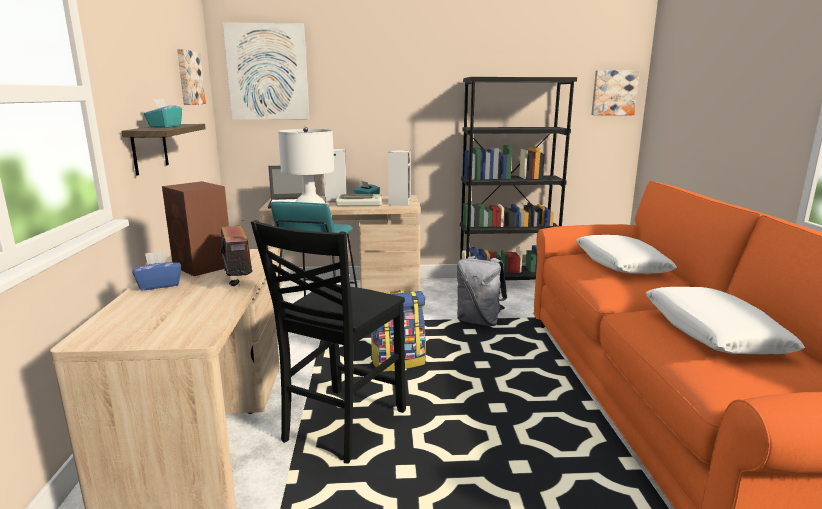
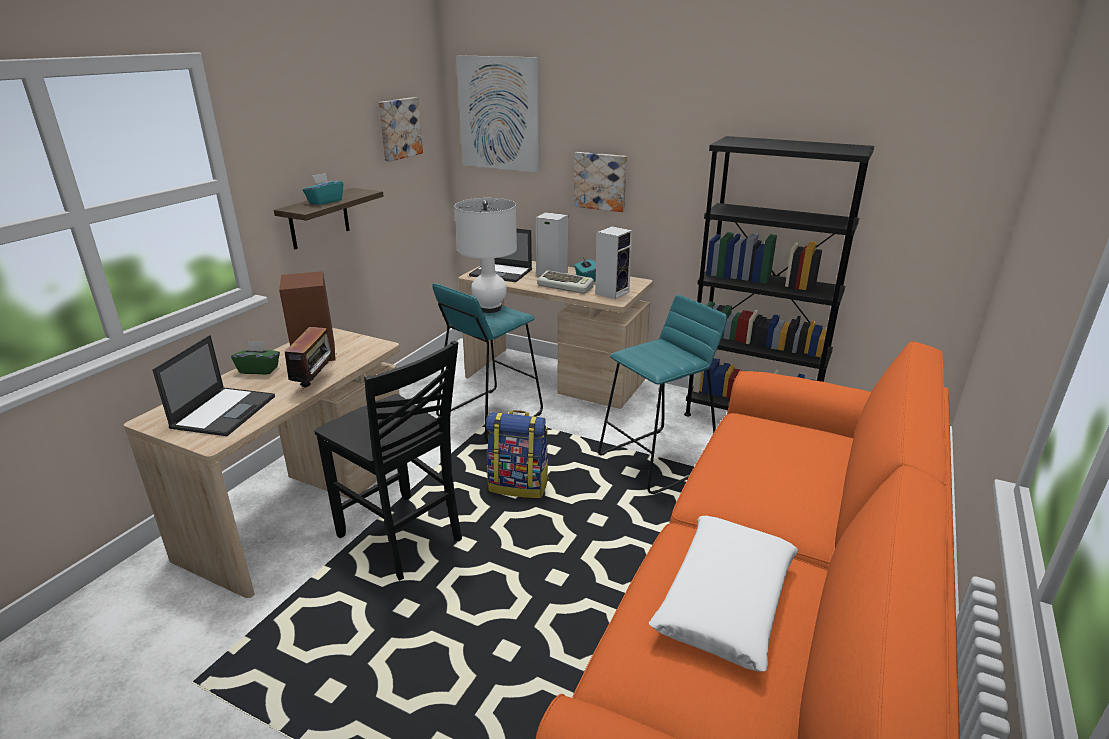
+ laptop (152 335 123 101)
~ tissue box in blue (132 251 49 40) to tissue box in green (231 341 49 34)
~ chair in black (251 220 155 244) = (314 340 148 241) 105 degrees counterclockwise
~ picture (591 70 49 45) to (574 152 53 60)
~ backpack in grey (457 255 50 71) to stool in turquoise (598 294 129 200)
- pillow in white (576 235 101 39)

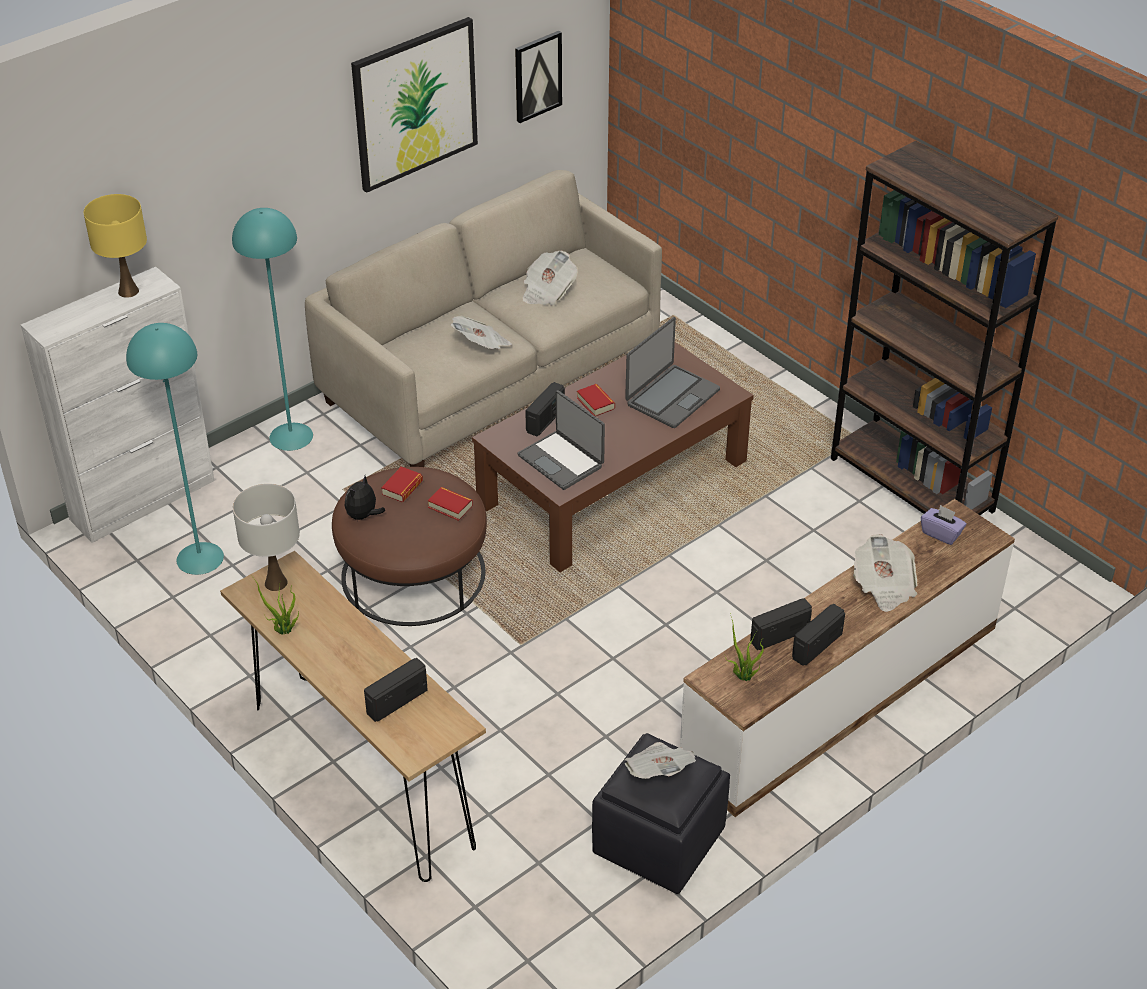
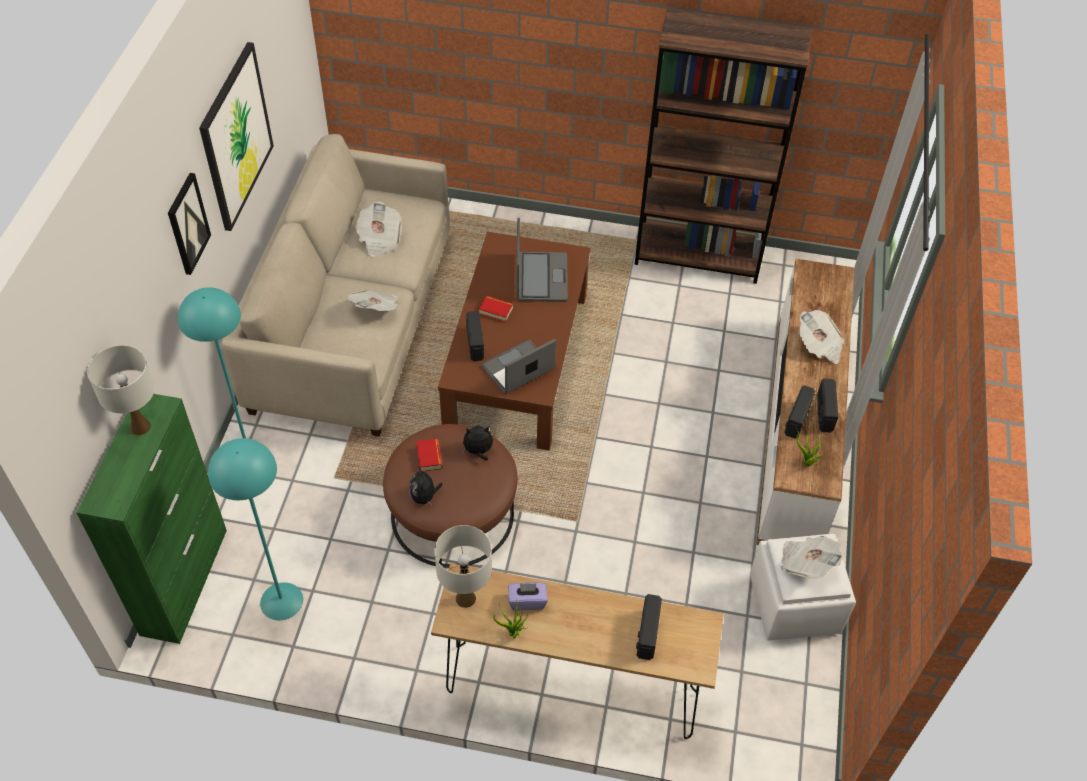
~ cabinet in white (21 267 194 276) to cabinet in green (76 394 151 250)
~ table lamp in yellow (84 194 63 104) to table lamp in white (87 345 68 90)
~ picture (515 31 47 92) to (168 173 43 102)
~ book (428 487 45 34) to plush toy (462 426 31 35)
~ laptop (517 390 88 100) = (481 339 75 55) 135 degrees clockwise
~ tissue box in purple (921 505 46 40) to (508 582 40 28)
~ ottoman in black (592 733 138 161) to ottoman in white (750 533 106 108)

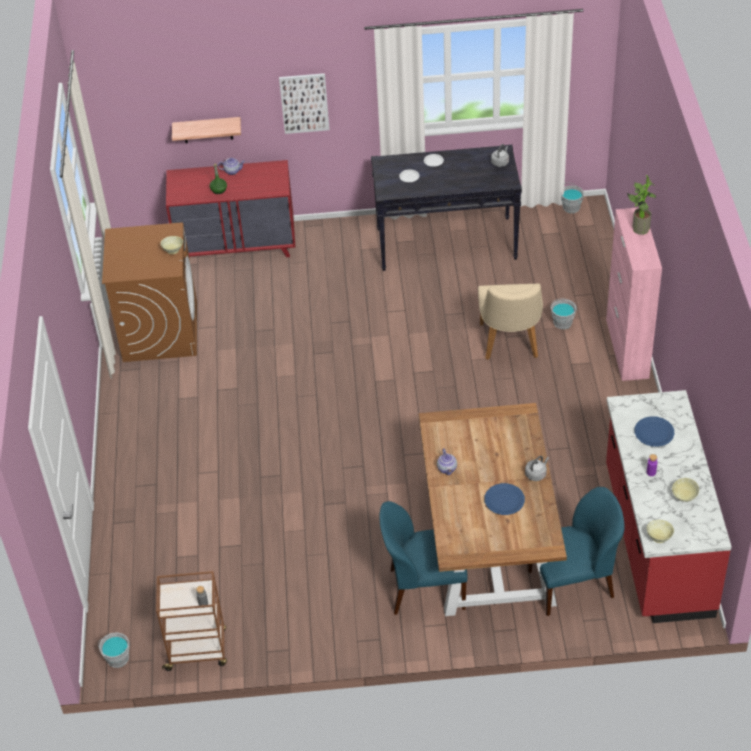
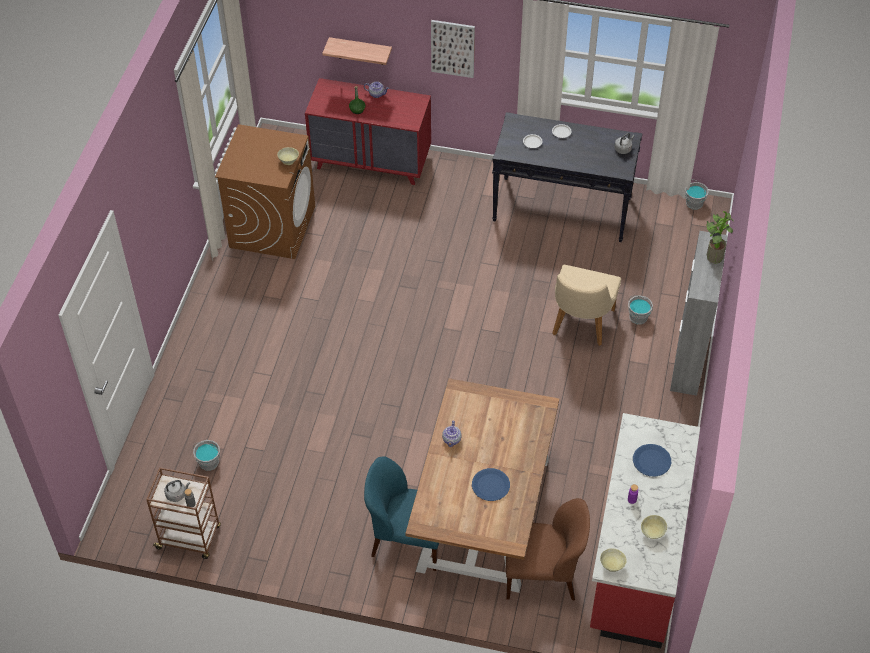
~ kettle in grey (525 456 24 25) to (164 480 26 22)
~ bucket in grey (98 632 32 36) to (193 440 27 31)
~ chair in blue (528 487 97 129) to chair in brown (506 498 84 102)
~ cabinet in pink (606 207 56 174) to cabinet in grey (670 231 58 165)

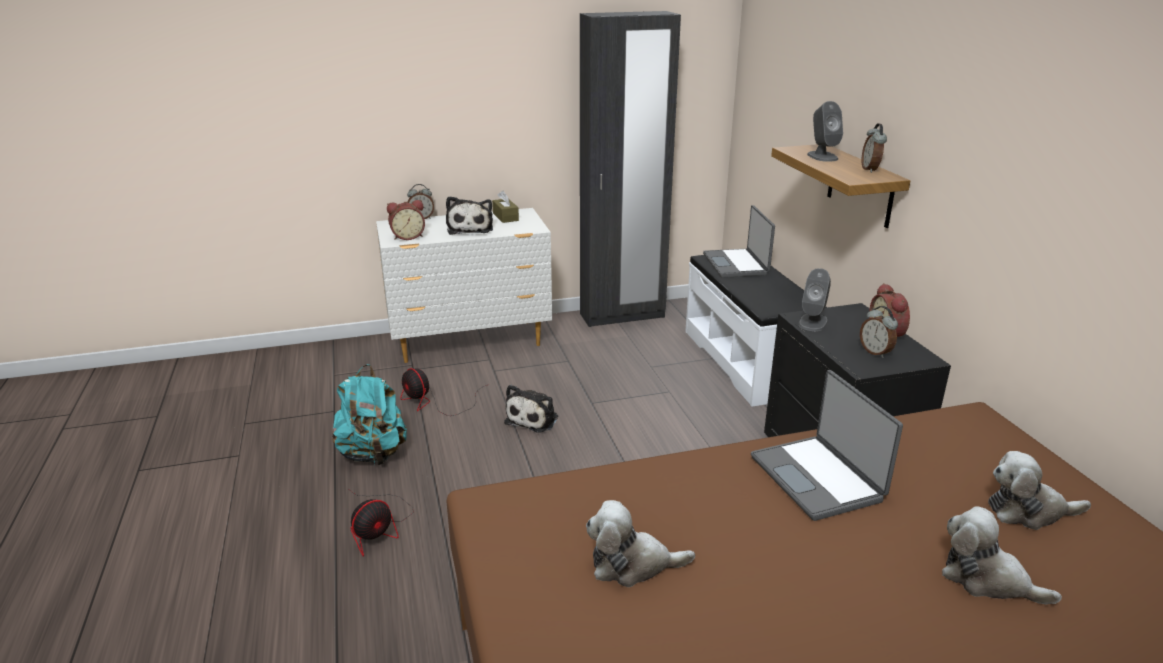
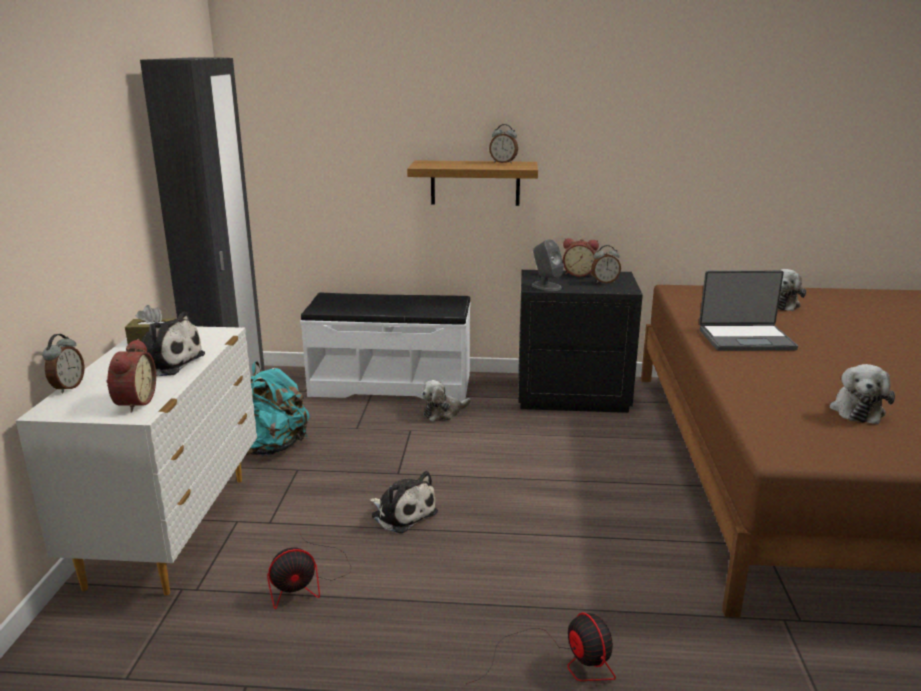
~ backpack in turquoise (332 364 75 101) to (246 361 64 95)
~ plush toy (942 506 120 99) to (421 380 50 42)
- laptop (703 205 72 73)
- speaker in grey (807 101 36 61)

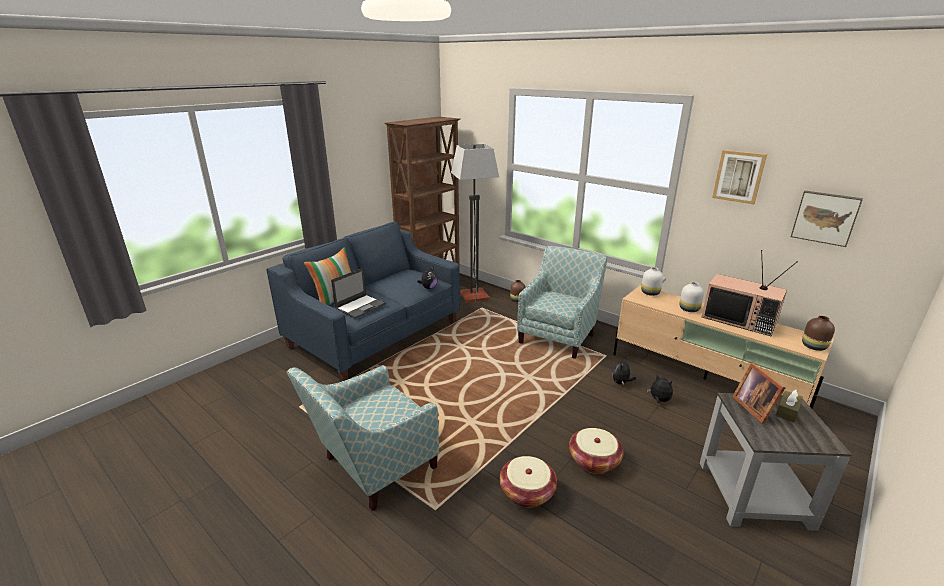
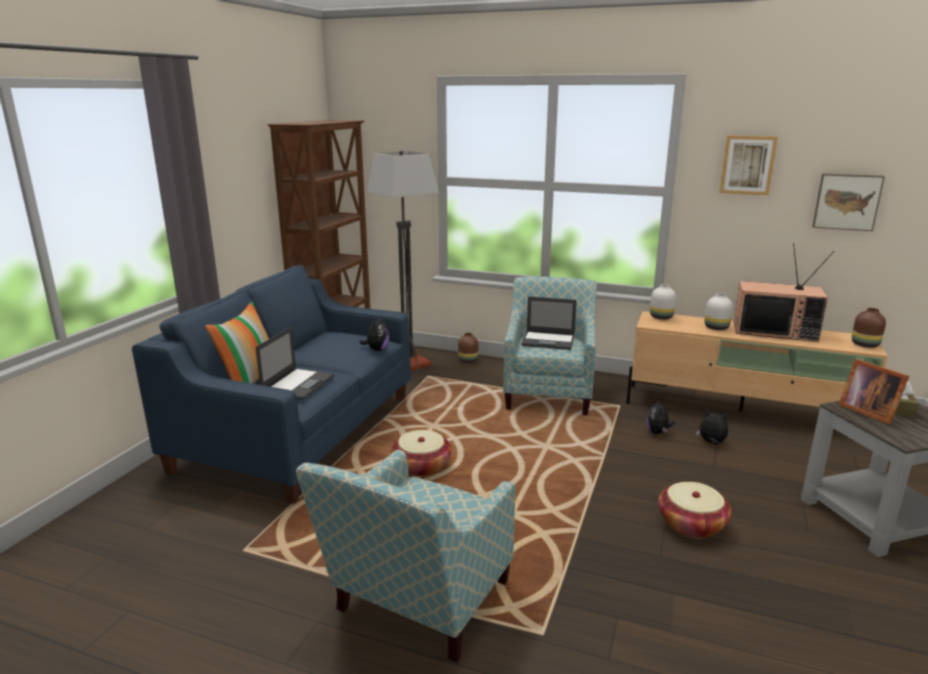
~ basket (500 456 57 52) to (391 430 60 46)
+ laptop (521 297 56 53)

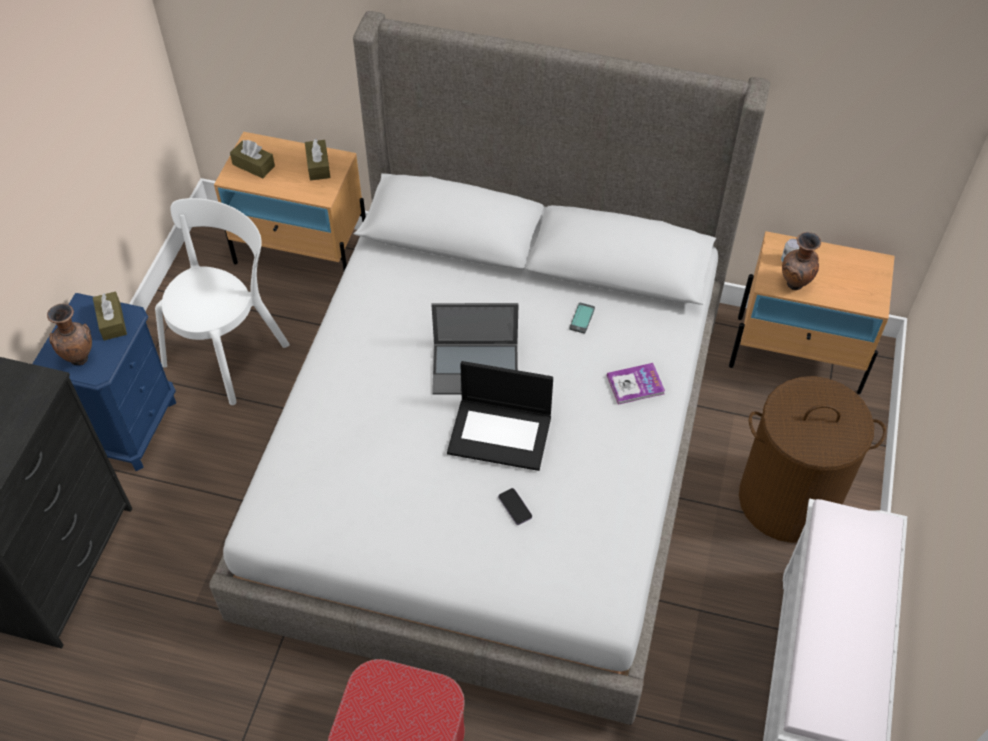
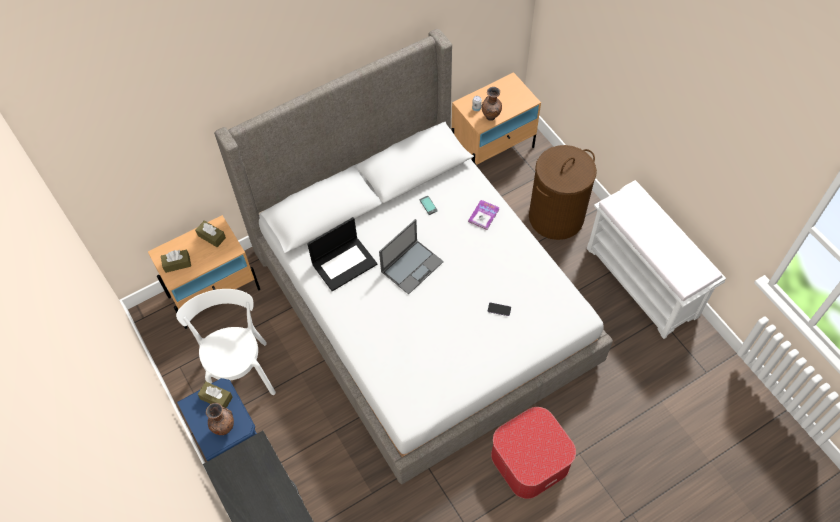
~ laptop (447 361 106 110) to (307 217 70 74)

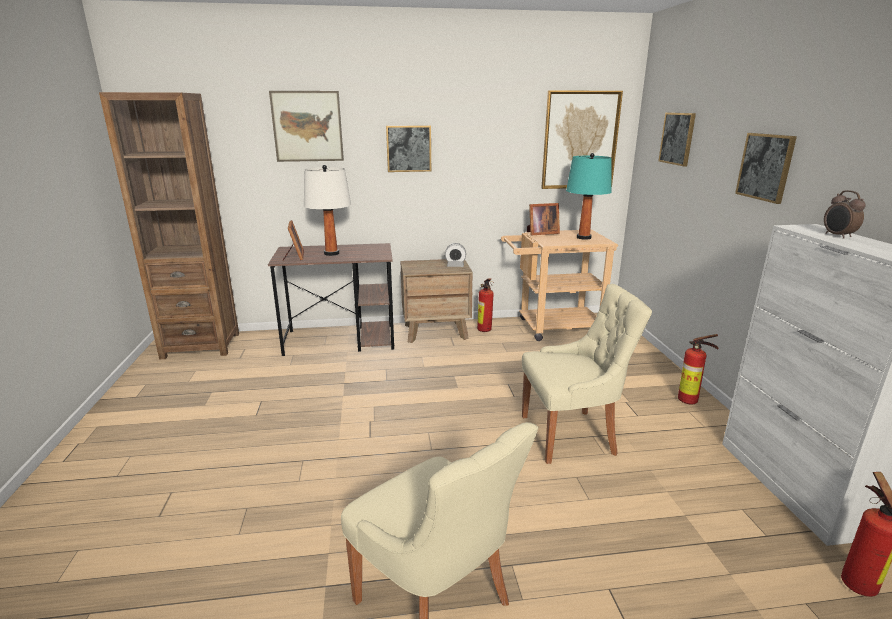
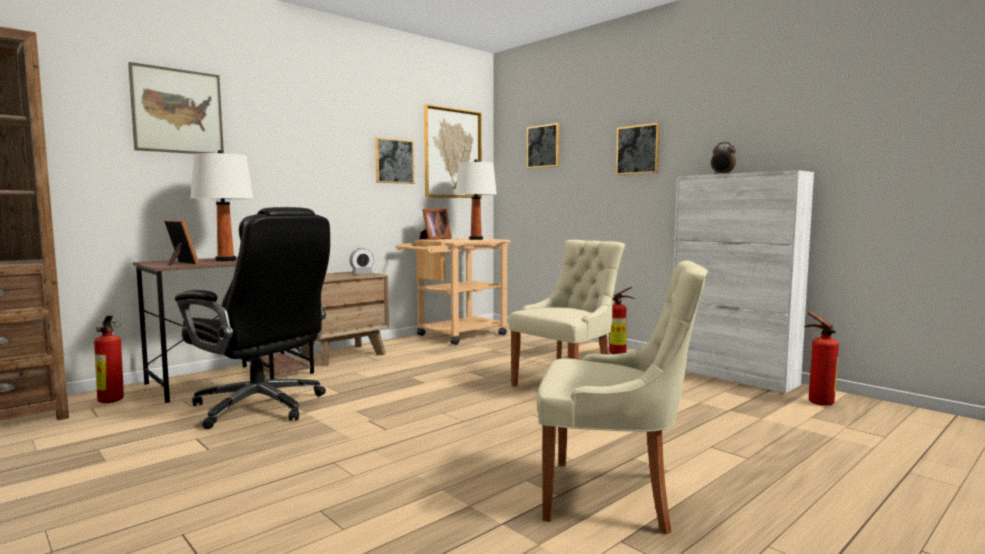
~ fire extinguisher (477 278 17 54) to (94 315 30 88)
+ office chair in black (175 207 155 222)
~ picture (386 125 45 47) to (375 137 39 47)
~ table lamp in turquoise (566 153 46 87) to table lamp in white (455 159 42 81)

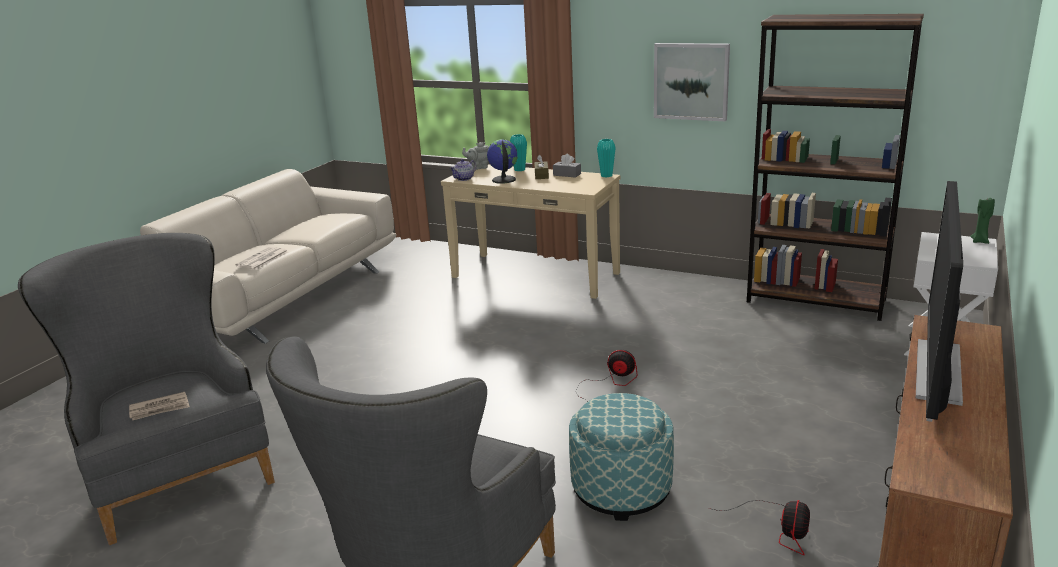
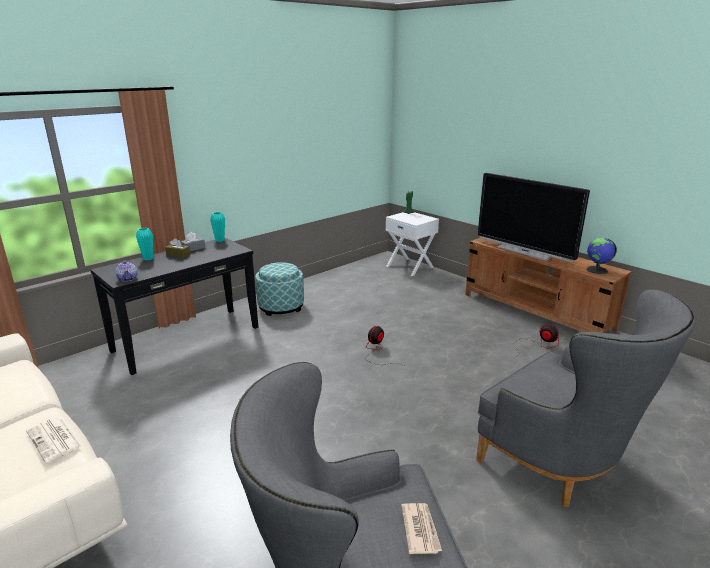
~ console table in beige (441 164 179 135) to console table in black (90 238 168 137)
~ ottoman (569 393 105 128) to (255 262 49 54)
~ globe (487 139 31 45) to (586 238 31 36)
- teapot in grey (462 142 27 28)
- picture (654 43 76 78)
- bookcase in brown (747 14 177 307)

